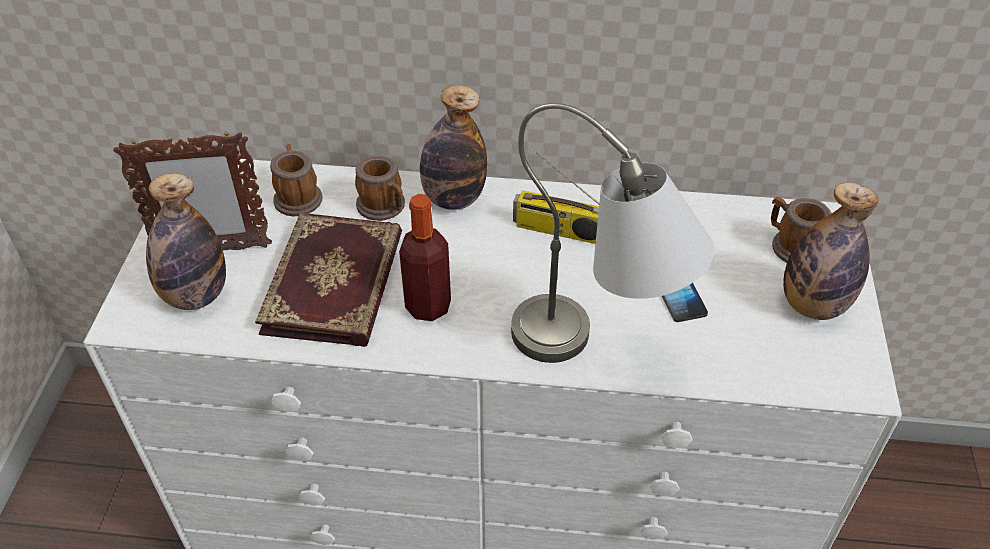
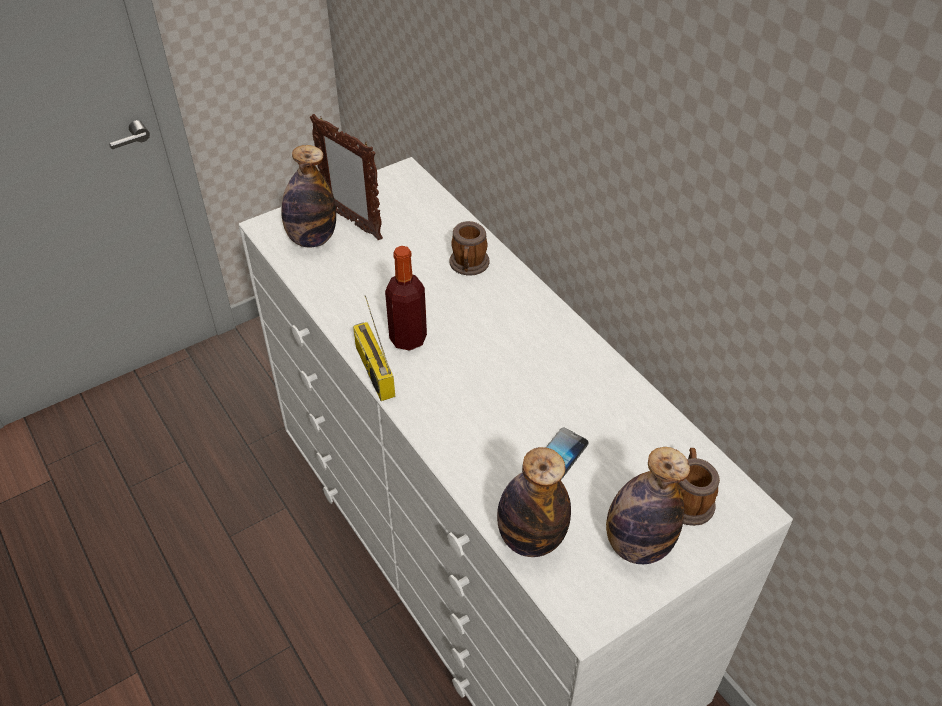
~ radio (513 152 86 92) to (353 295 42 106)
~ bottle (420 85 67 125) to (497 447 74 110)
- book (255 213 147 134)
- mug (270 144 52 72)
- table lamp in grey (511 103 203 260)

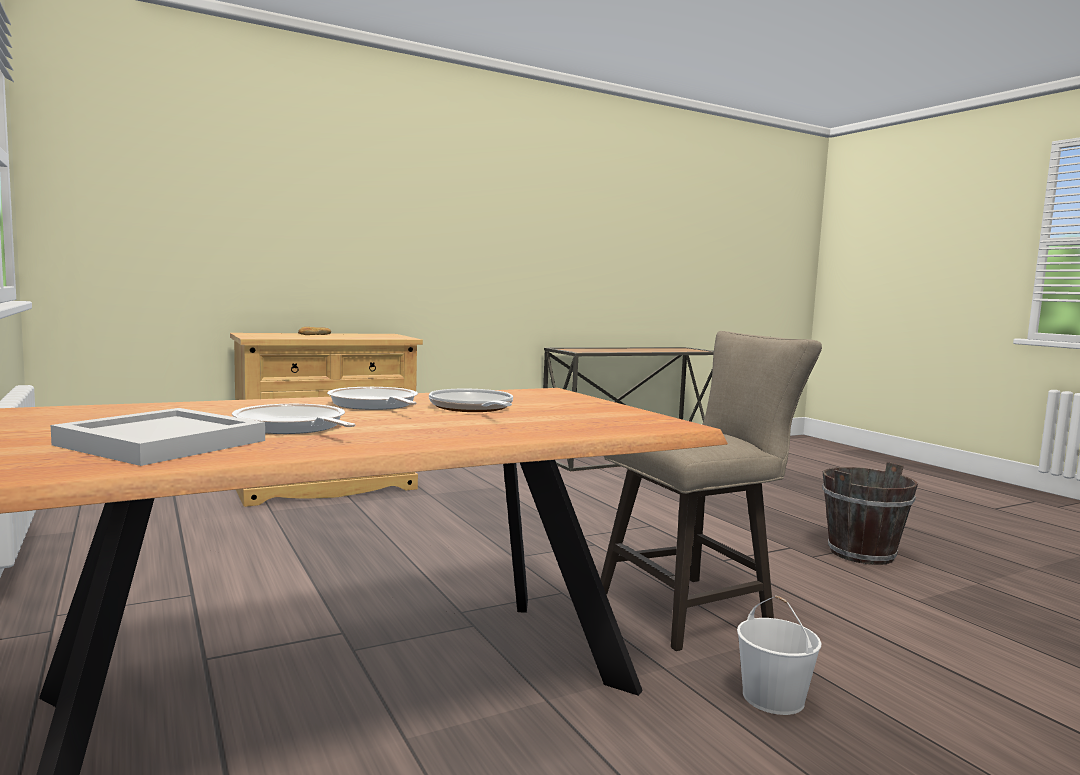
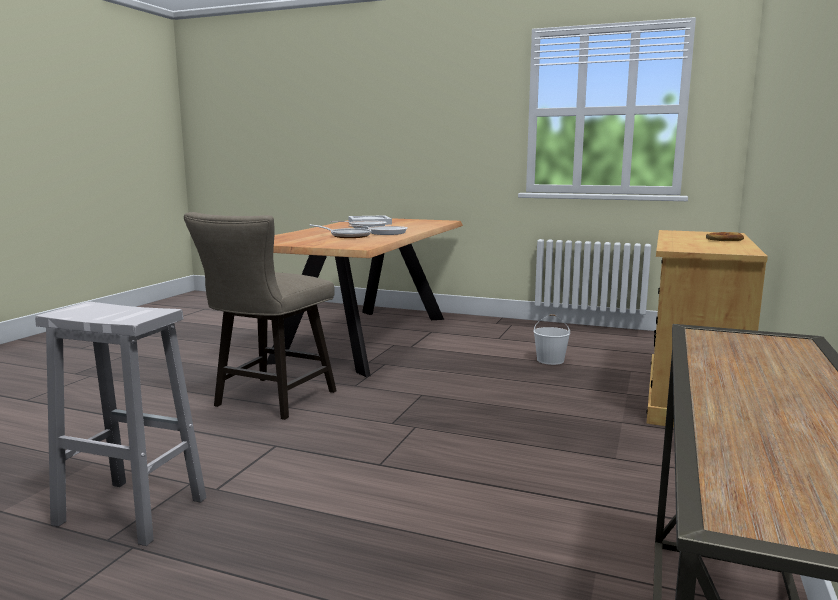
~ bucket in brown (822 462 96 103) to stool in white (35 302 171 244)
~ bucket in white (737 596 84 119) to (533 314 37 51)

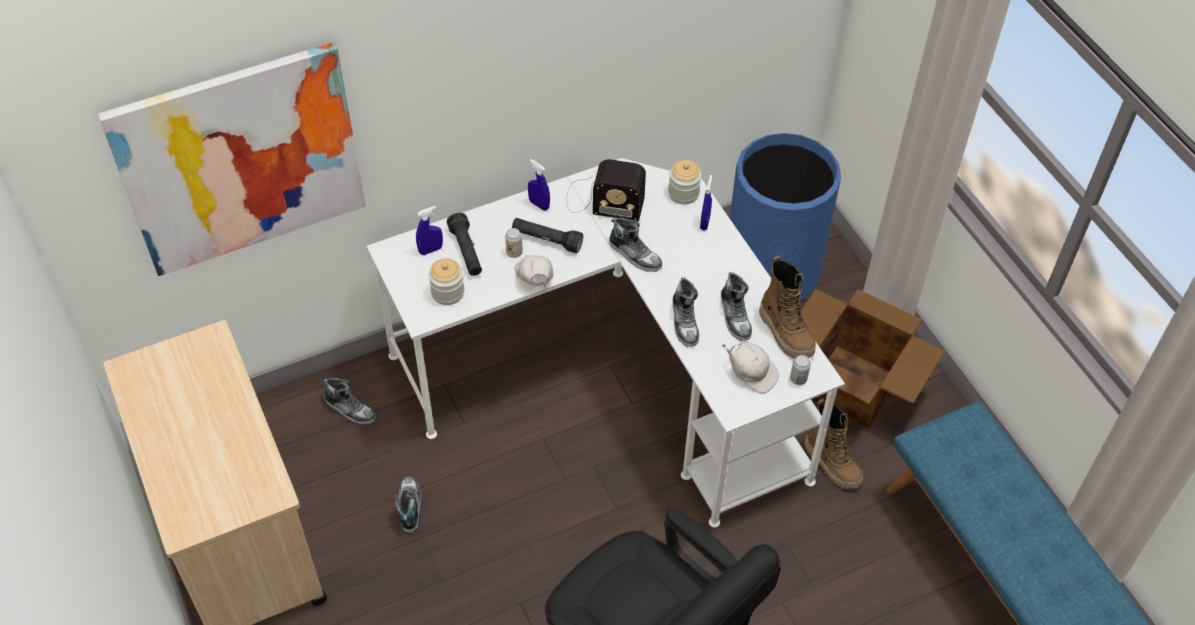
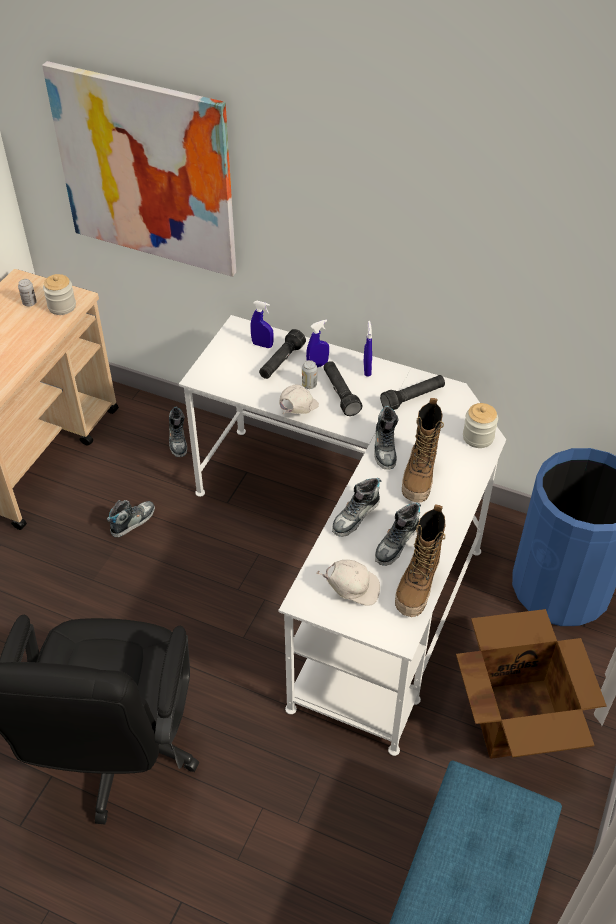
~ can (790 355 21 30) to (18 279 19 28)
~ jar (429 258 35 47) to (43 274 33 41)
~ spray bottle in blue (700 175 12 56) to (306 320 23 48)
~ cap in white (722 342 57 52) = (316 560 64 46) 75 degrees counterclockwise
~ radio (567 159 79 62) to flashlight in black (380 375 65 35)
~ boot (804 399 59 90) to (402 398 42 105)

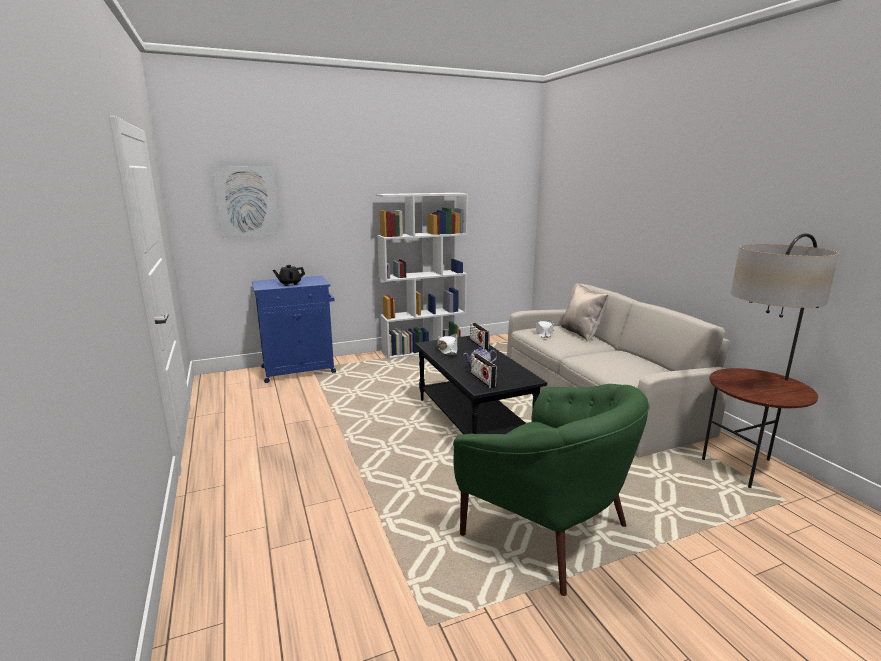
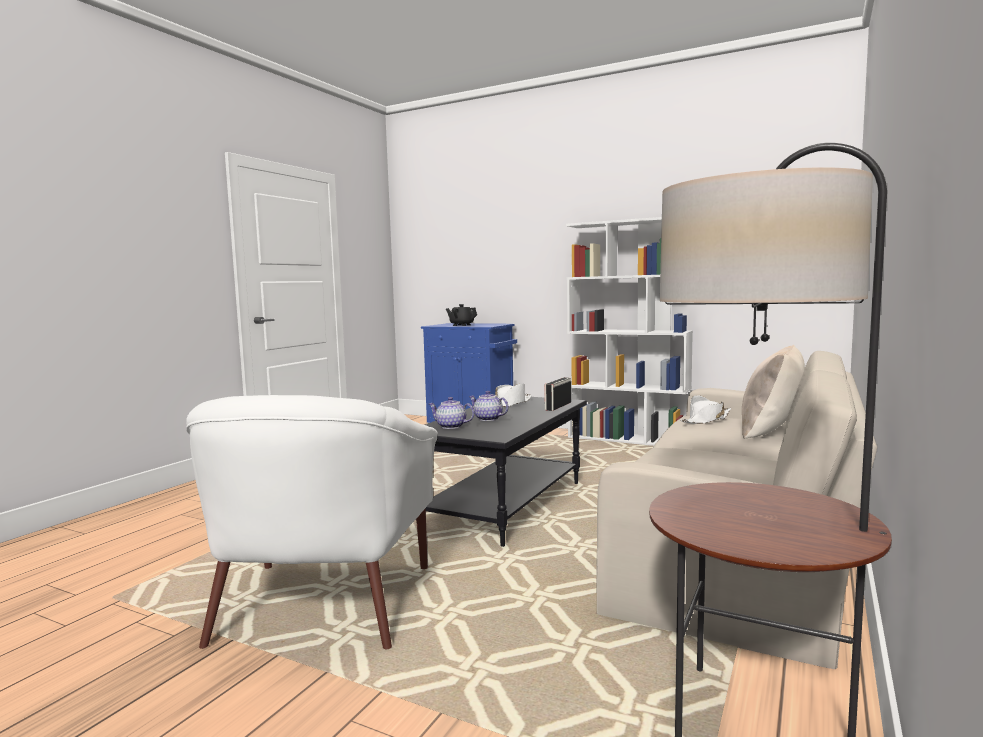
~ armchair in green (453 384 196 212) to armchair in white (186 395 252 254)
~ radio (471 354 26 34) to teapot (429 397 45 32)
- picture (212 166 68 71)

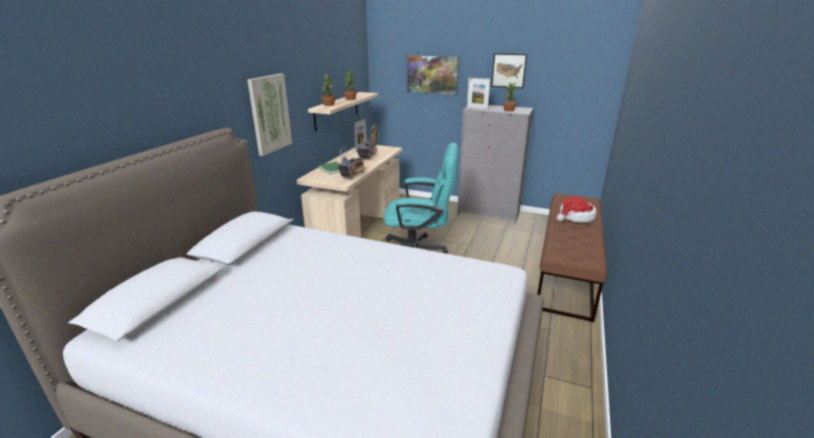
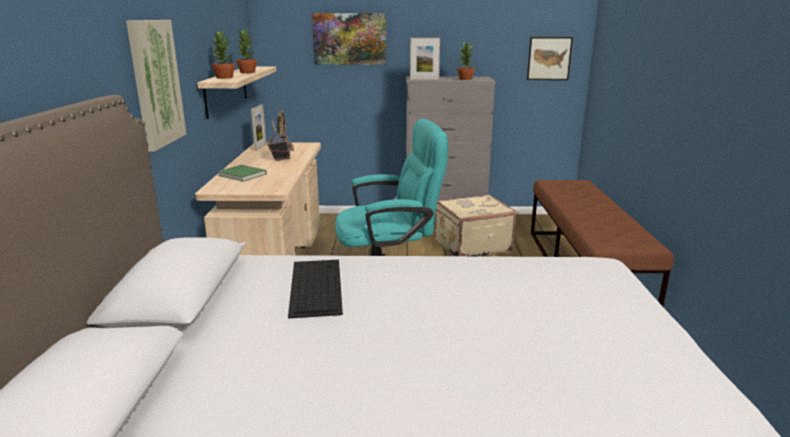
+ keyboard (288 260 55 59)
+ suitcase in beige (435 194 82 62)
~ picture (491 53 36 35) to (527 37 46 43)
- radio (337 147 28 31)
- hat (556 196 41 27)

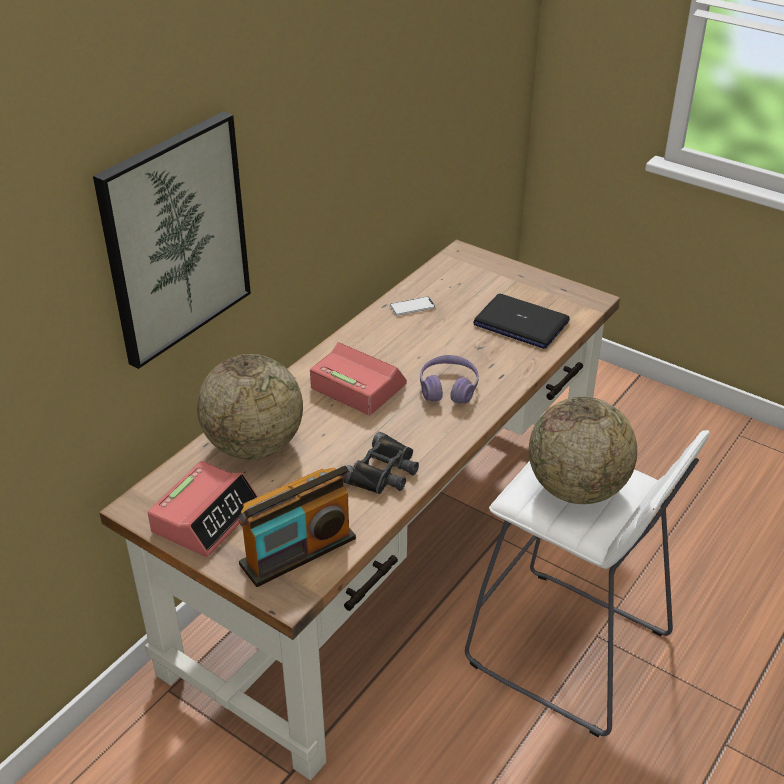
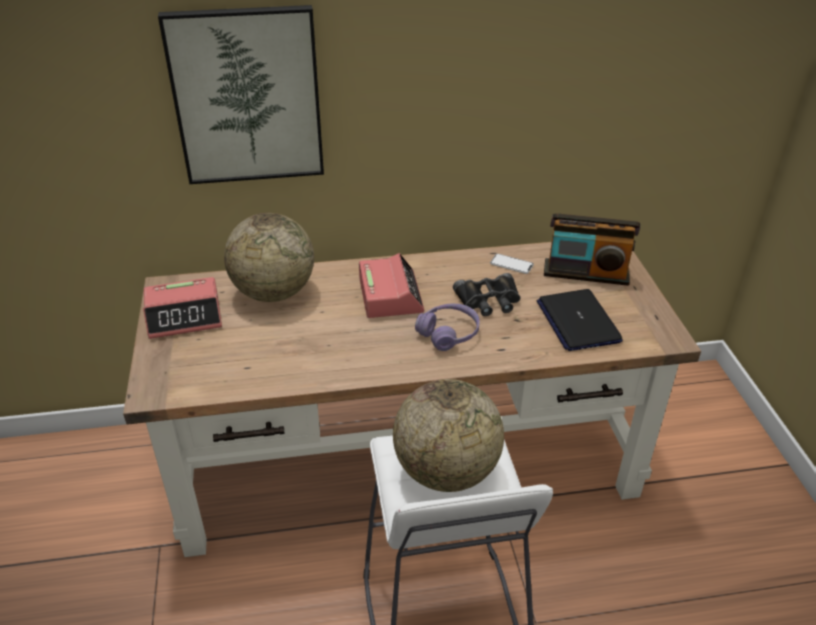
~ binoculars in black (343 432 76 62) to (453 273 67 43)
~ radio (239 466 117 121) to (544 213 96 73)

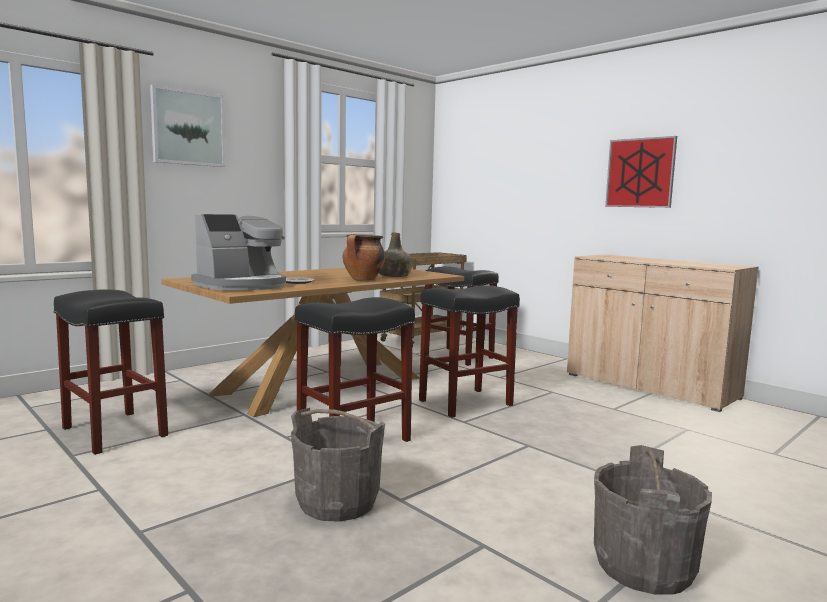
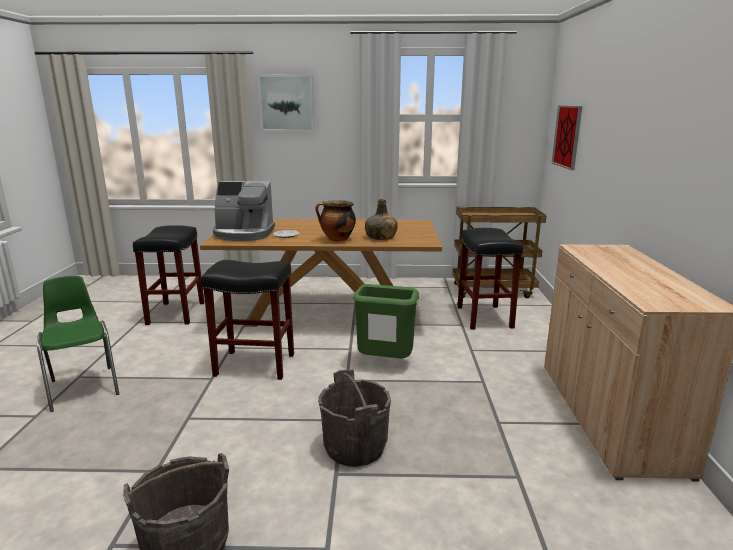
+ chair in green (37 276 82 136)
~ bucket in grey (291 408 94 114) to (318 370 73 97)
~ stool in black (419 285 101 133) to trash can in green (353 284 66 74)
~ picture (605 136 72 72) to (552 106 30 64)

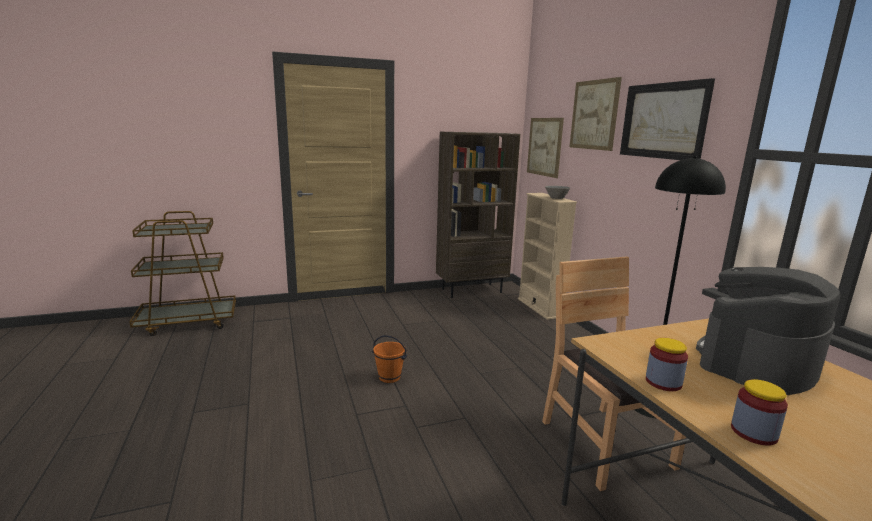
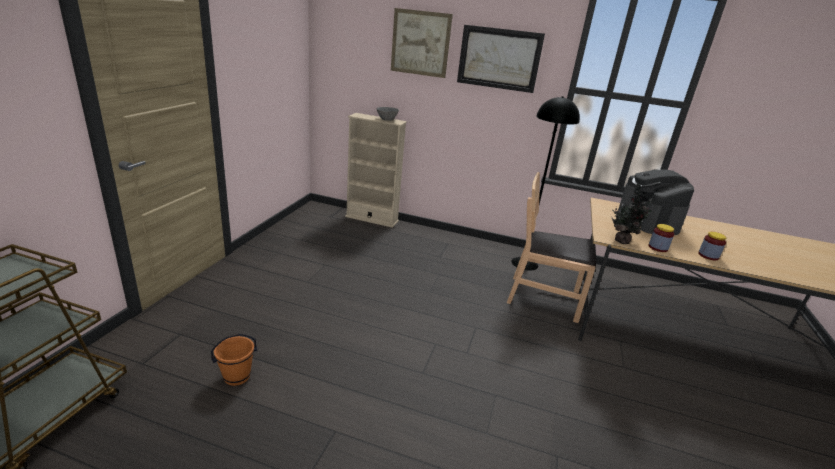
~ bucket in orange (372 335 36 48) to (211 334 46 52)
+ potted plant (612 183 42 61)
- bookcase in brown (436 132 84 166)
- picture (527 118 37 60)

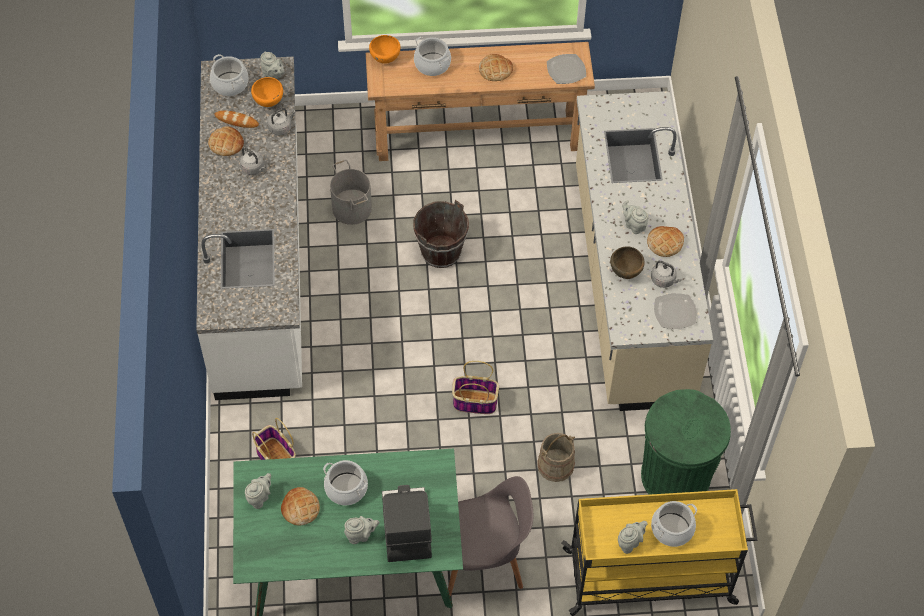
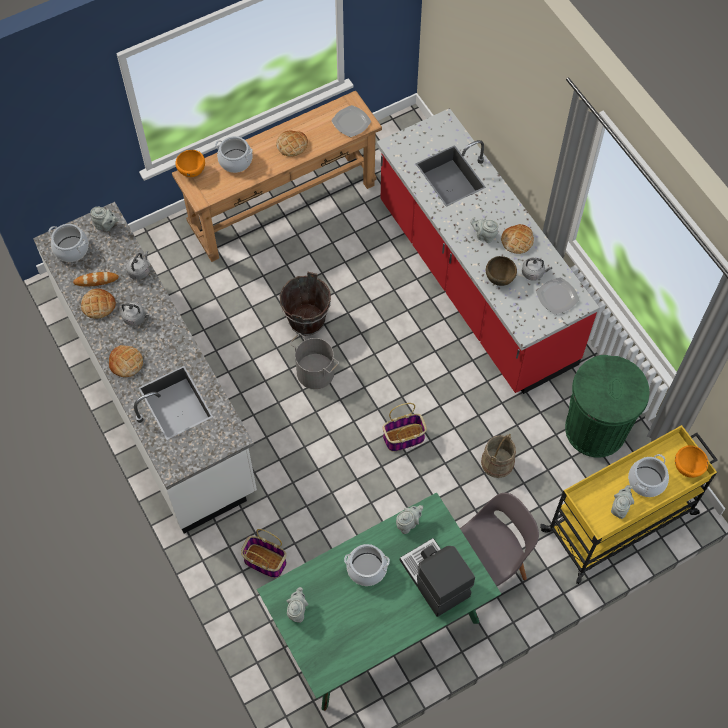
~ bread (281 487 39 39) to (109 345 34 32)
~ bucket in grey (330 160 42 65) to (290 333 49 56)
~ counter in beige (576 91 137 320) to counter in red (376 108 224 286)
~ teapot in grey (344 516 35 28) to (396 505 27 29)
~ bowl in orange (251 77 32 30) to (675 445 33 33)

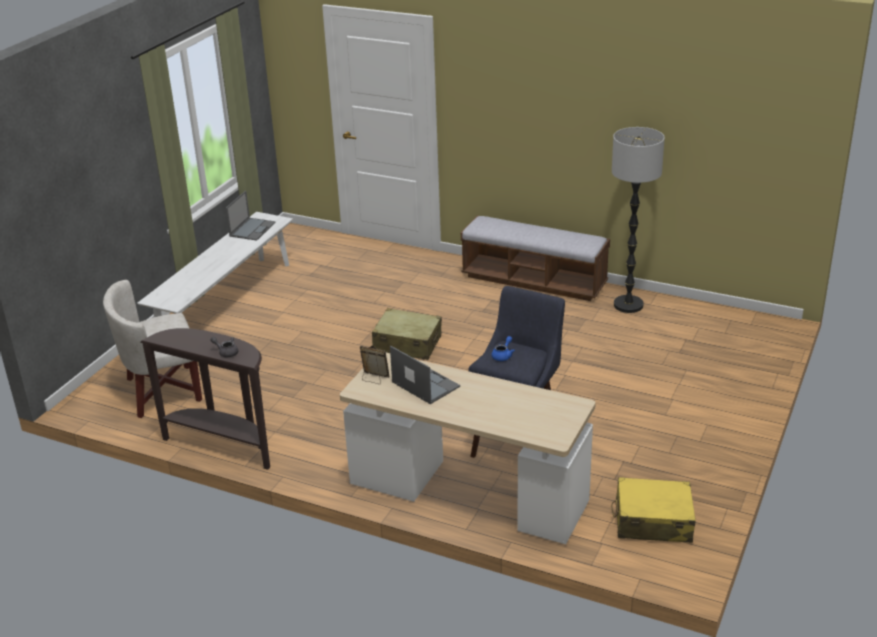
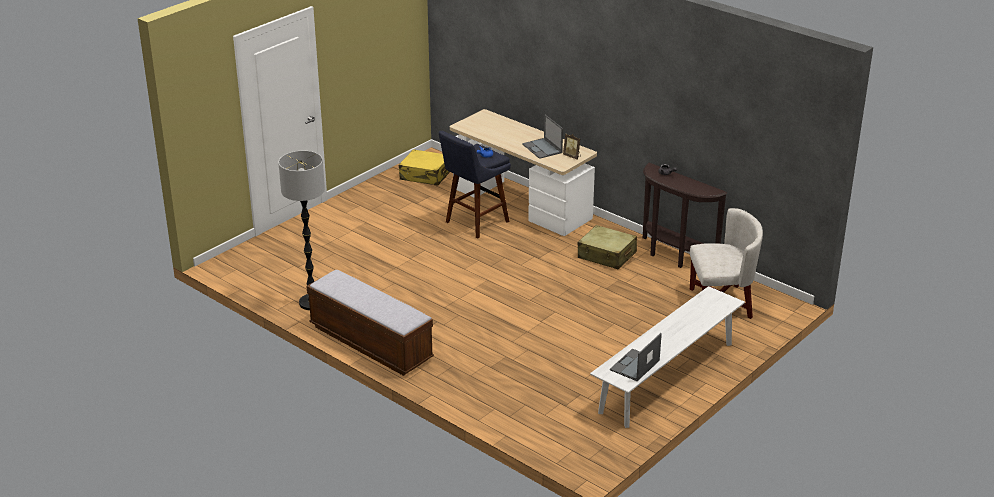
~ suitcase in beige (372 308 70 52) to (577 225 60 44)

